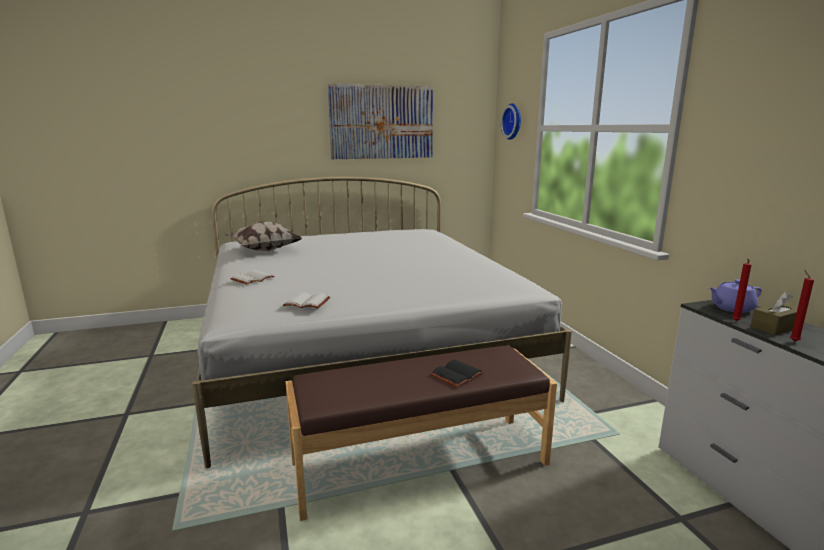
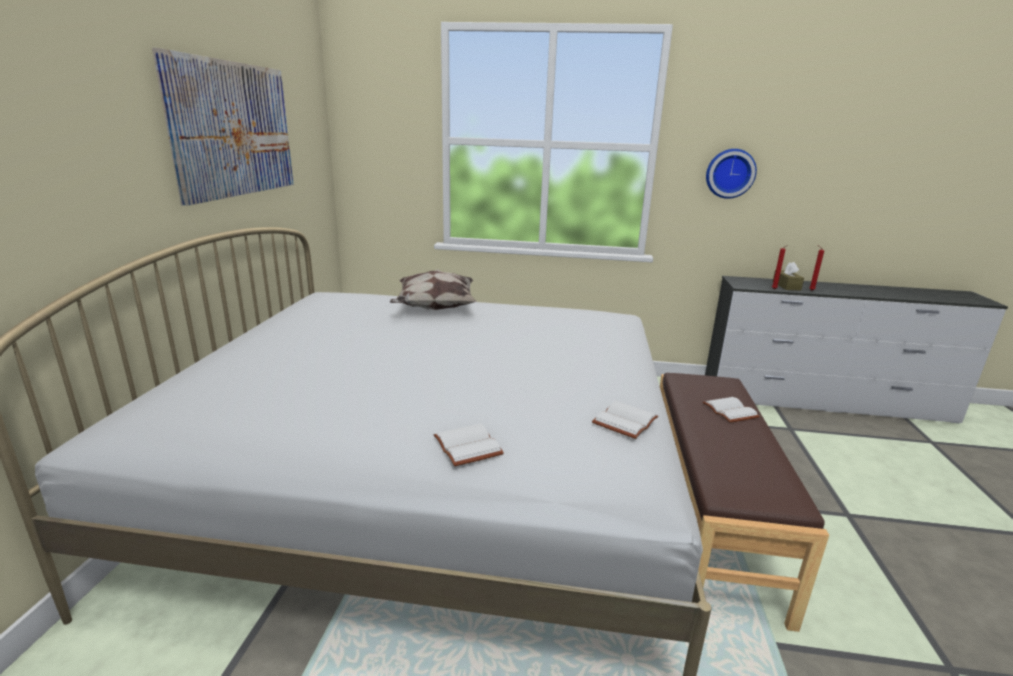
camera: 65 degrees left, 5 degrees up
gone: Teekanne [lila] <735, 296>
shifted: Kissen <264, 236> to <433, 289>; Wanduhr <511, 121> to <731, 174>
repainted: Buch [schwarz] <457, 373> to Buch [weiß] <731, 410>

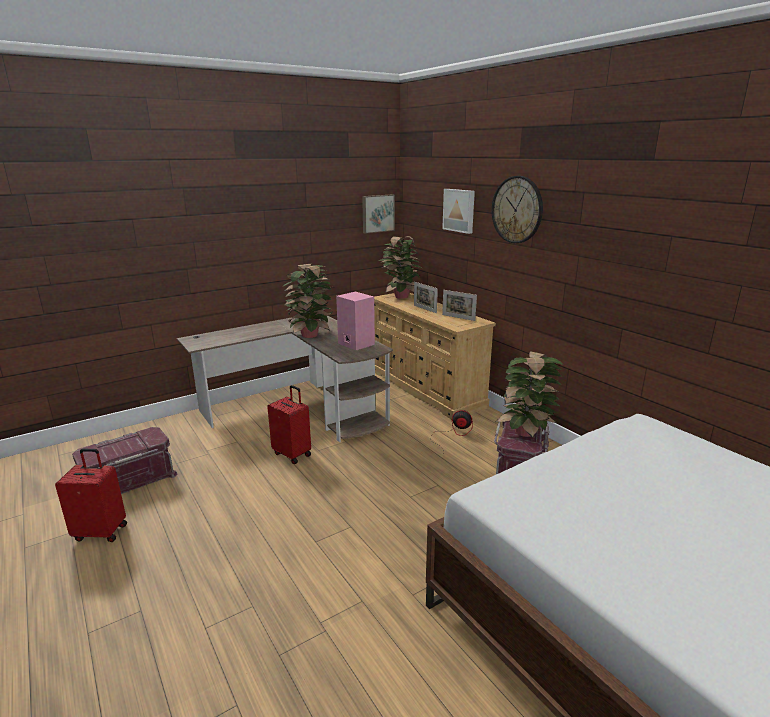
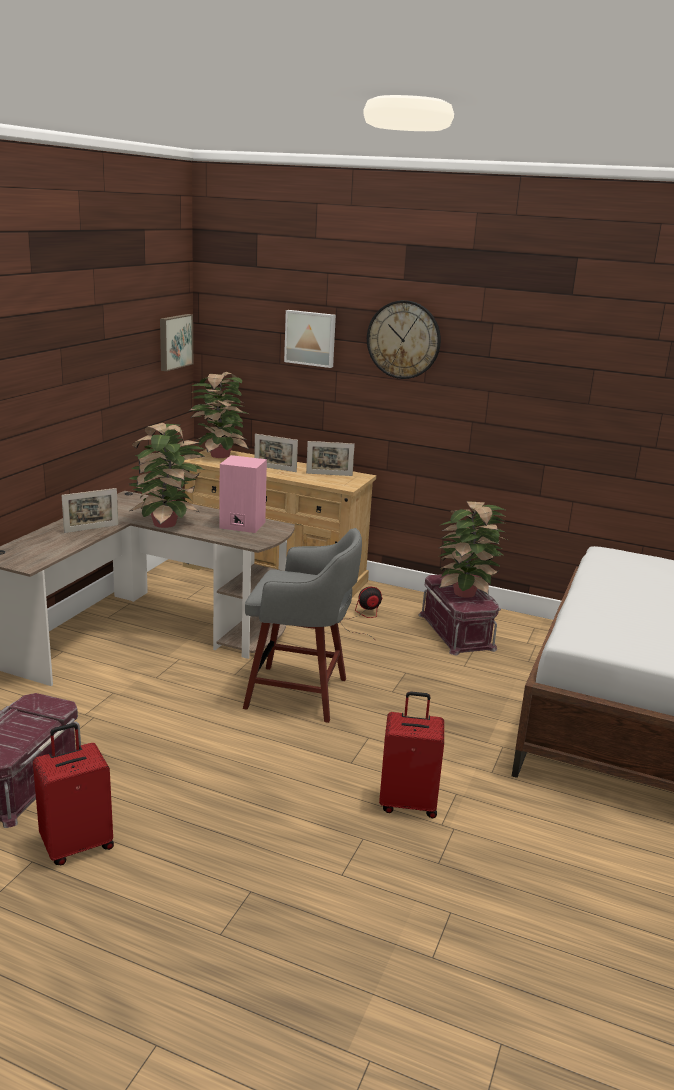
camera: 35 degrees left, 0 degrees up
new: Bilderrahmen <89, 510>; Hocker [grau] <302, 625>
shifted: Koffer [rot] <289, 424> to <411, 754>

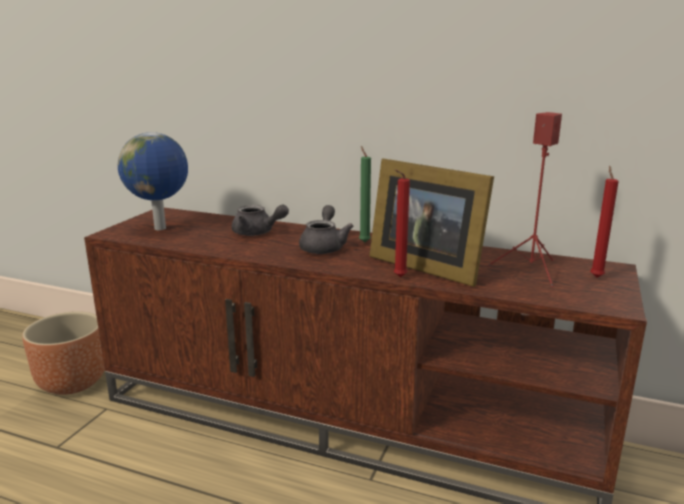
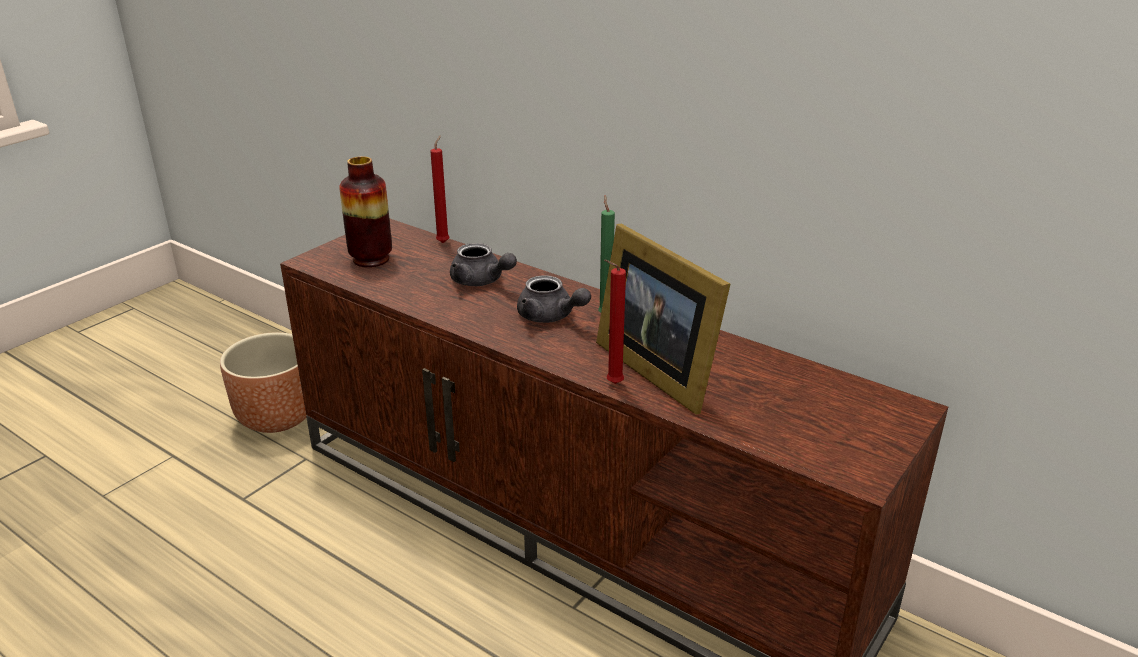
camera: 15 degrees right, 10 degrees up
gone: Lautsprecher [rot] <524, 199>
shifted: Kerze [rot] <604, 222> to <440, 189>
swapped: Globus <153, 181> to Vase <365, 211>
rotated: Teekanne [grau] <326, 229> = <554, 299> 105 degrees clockwise

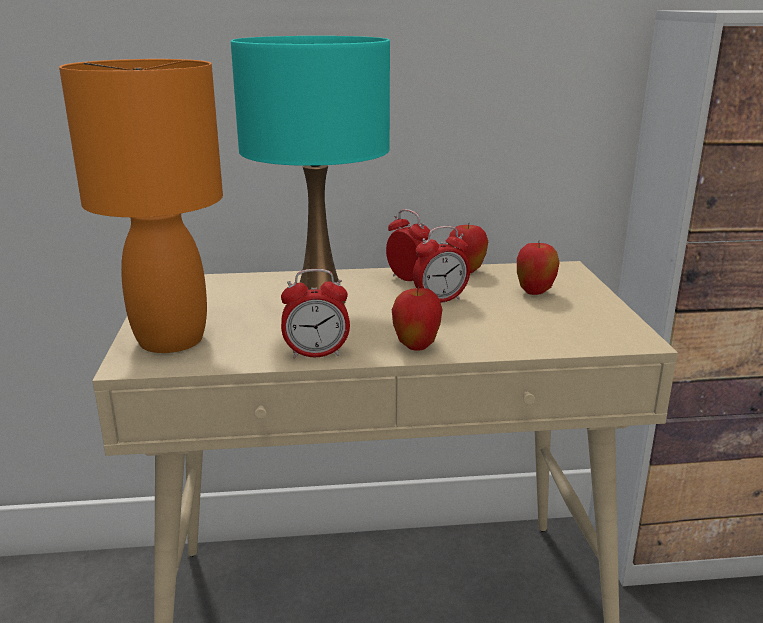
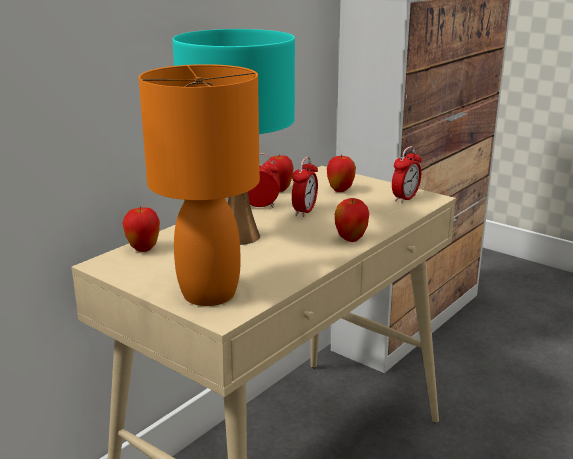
camera: 45 degrees left, 0 degrees up
new: Apfel <141, 229>
shifted: Wecker <315, 314> to <407, 174>

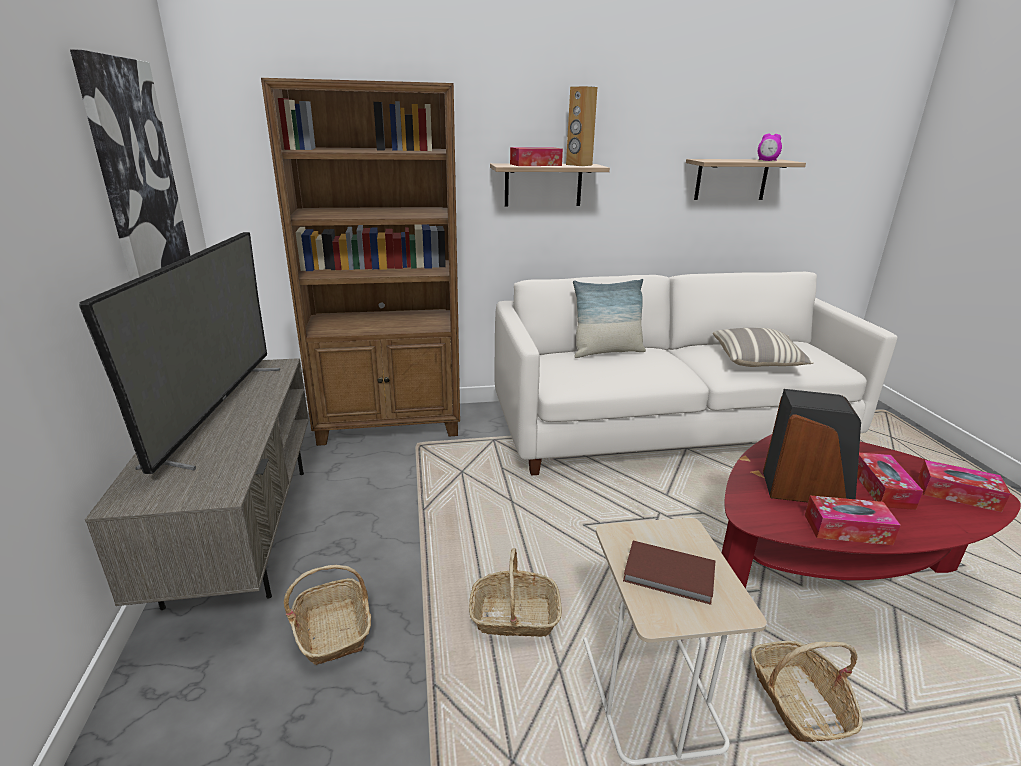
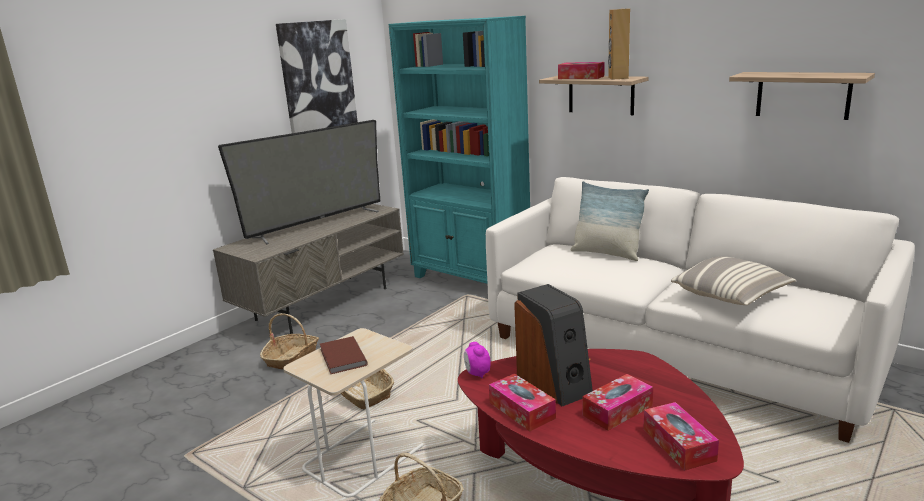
camera: 50 degrees right, 5 degrees down
shifted: Wecker <770, 147> to <477, 360>
repainted: Bücherregal [braun] <360, 262> to Bücherregal [türkis] <459, 150>

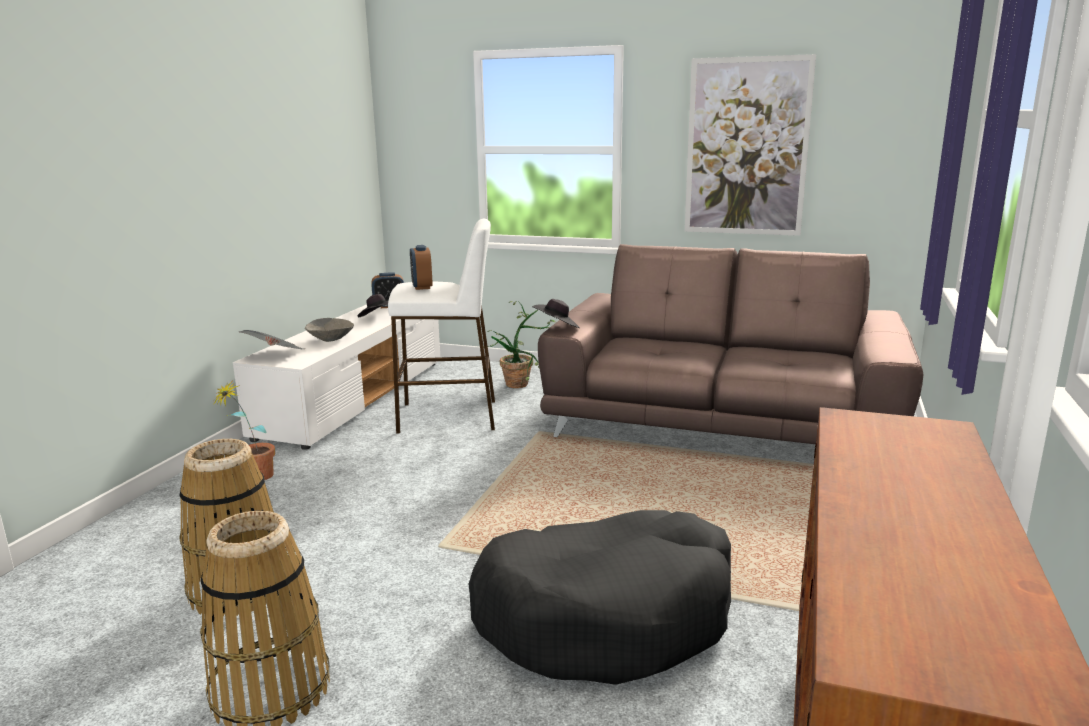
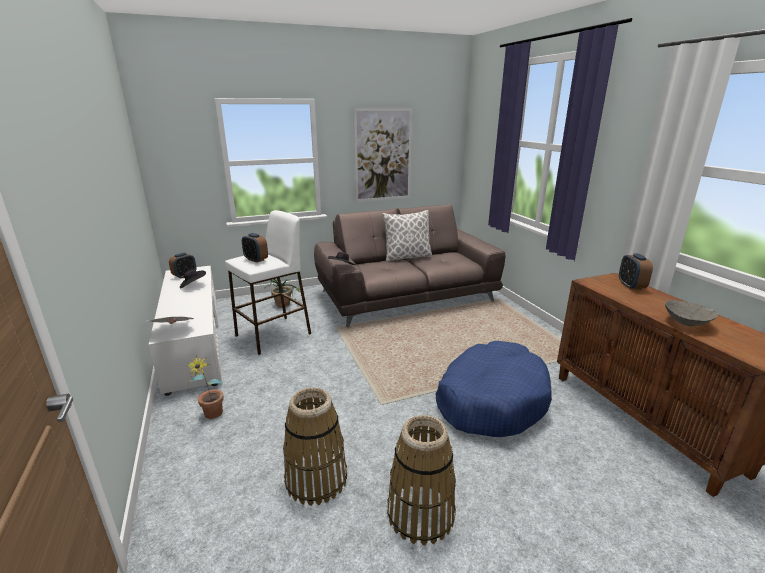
camera: 40 degrees left, 5 degrees up
new: Kissen <407, 236>; Wecker <636, 271>
shifted: Schüssel [grau] <329, 330> to <691, 313>
repainted: Hundebett [schwarz] <599, 597> to Hundebett [blau] <494, 389>

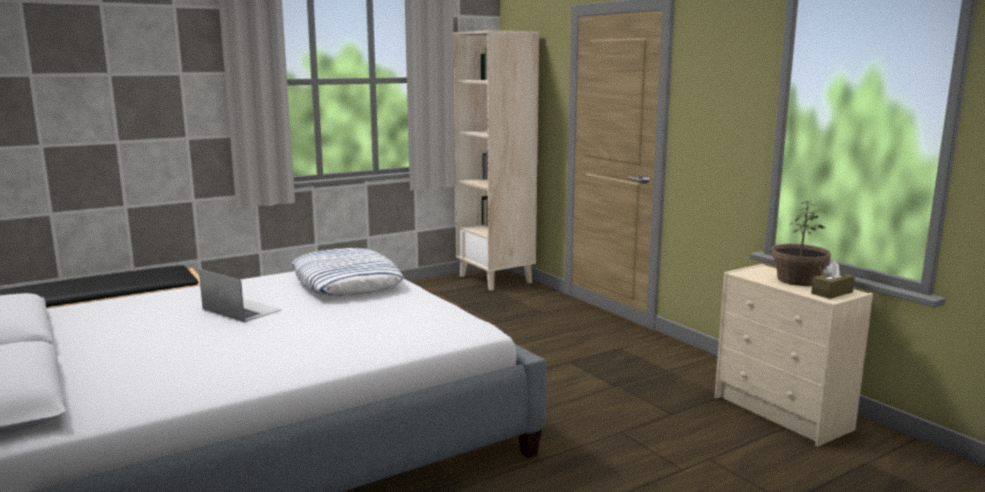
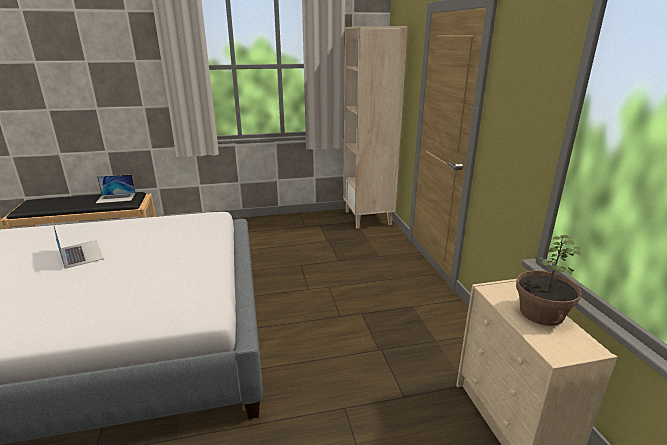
camera: 20 degrees right, 10 degrees up
gone: Kissen <347, 272>; Taschentuchbox [braun] <833, 279>
new: Laptop <116, 188>

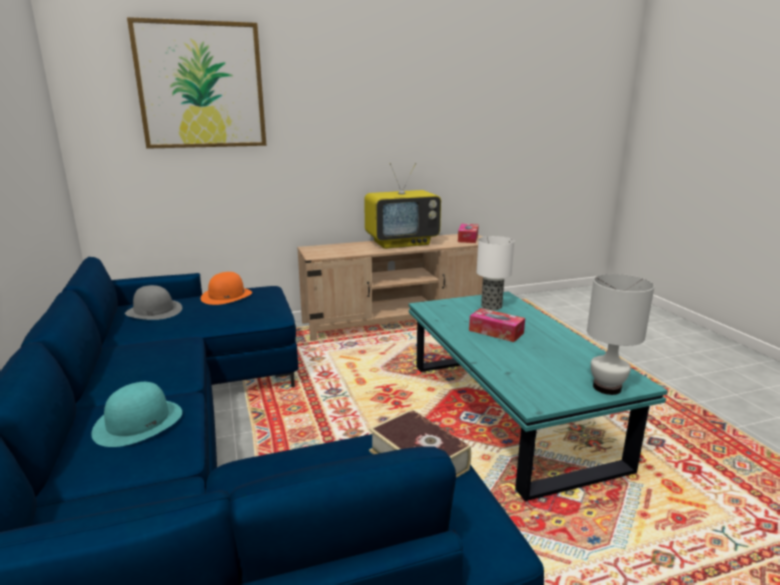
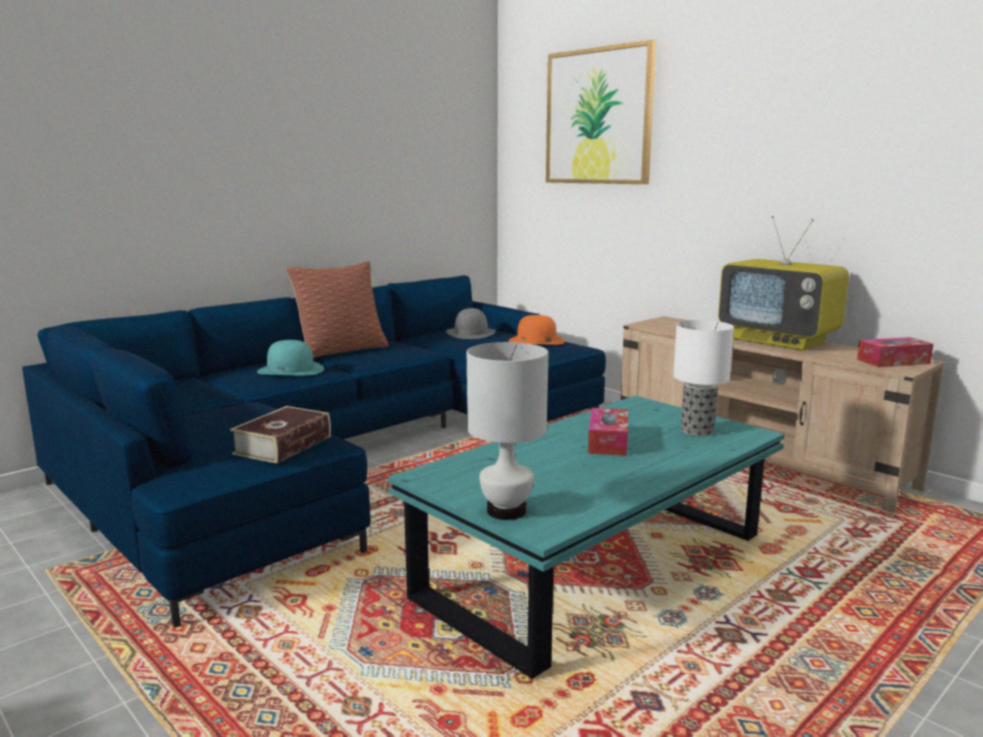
camera: 65 degrees right, 5 degrees down
new: Kissen <337, 309>

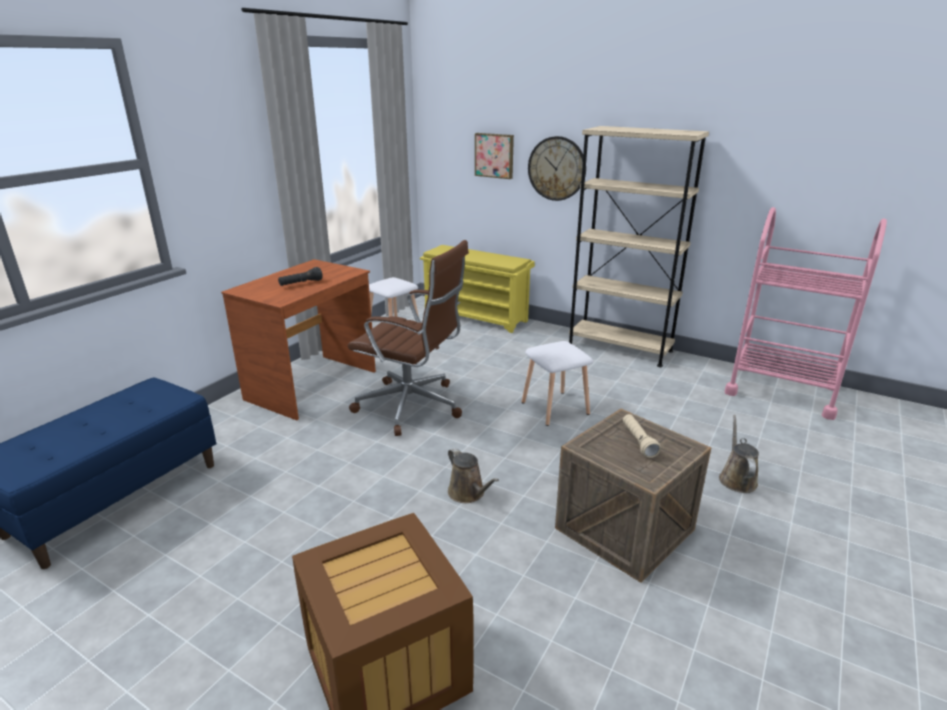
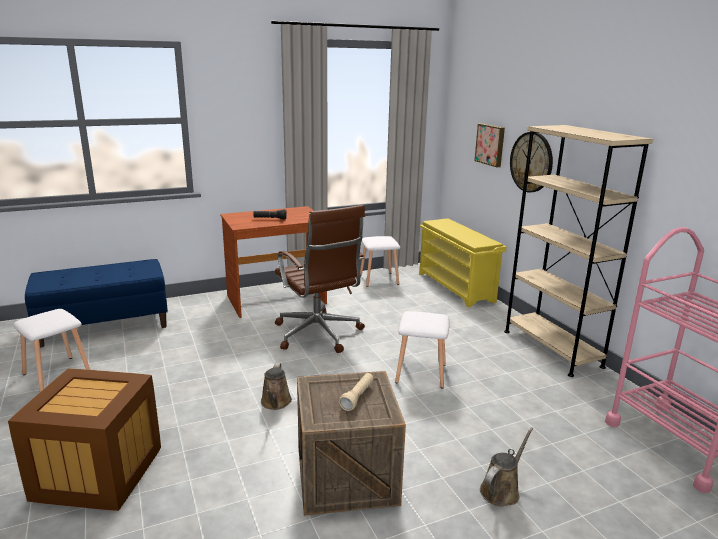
camera: 35 degrees right, 5 degrees down
new: Hocker [weiß] <51, 350>

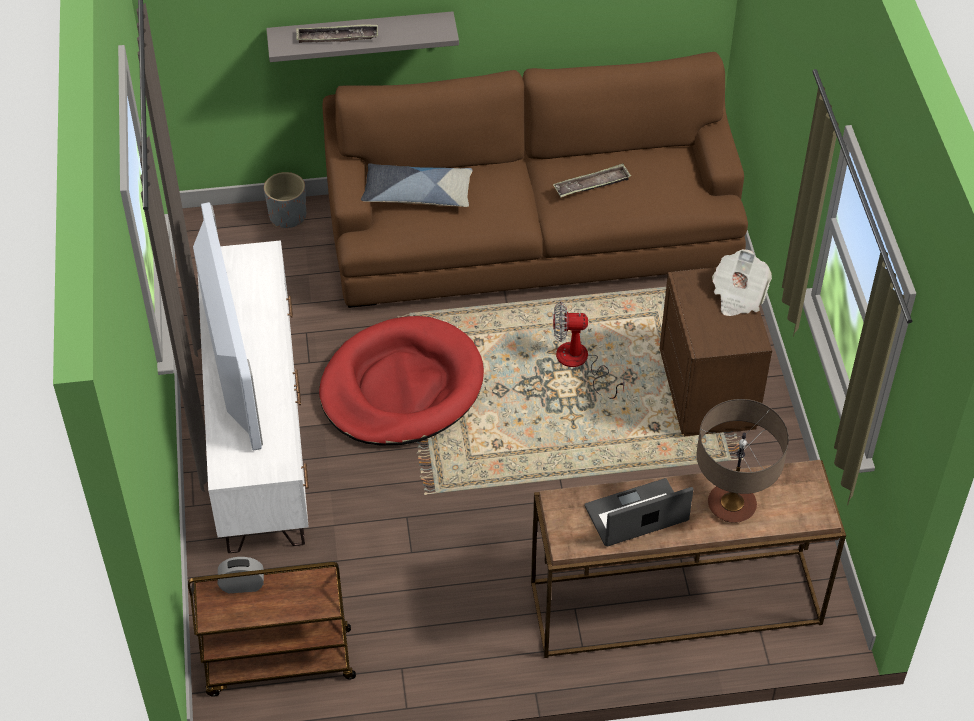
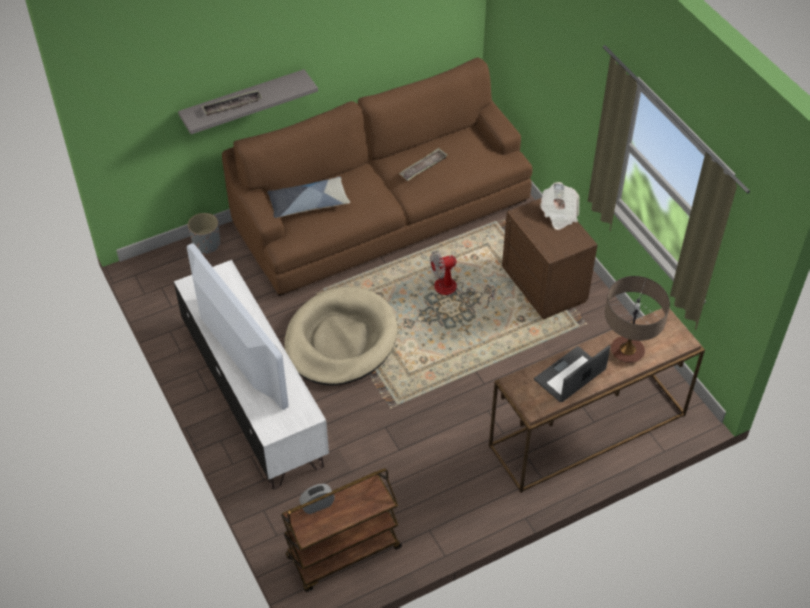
camera: 20 degrees left, 0 degrees up
repainted: Hundebett [rot] <401, 381> to Hundebett [beige] <340, 336>

